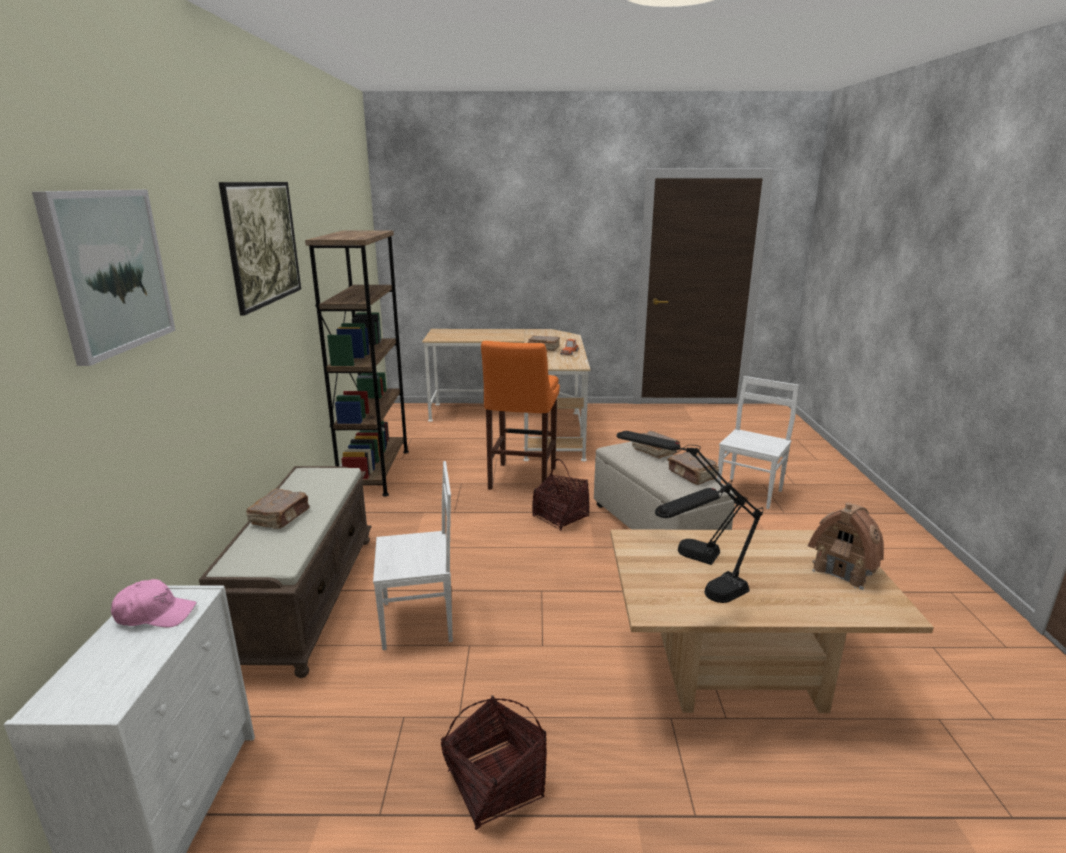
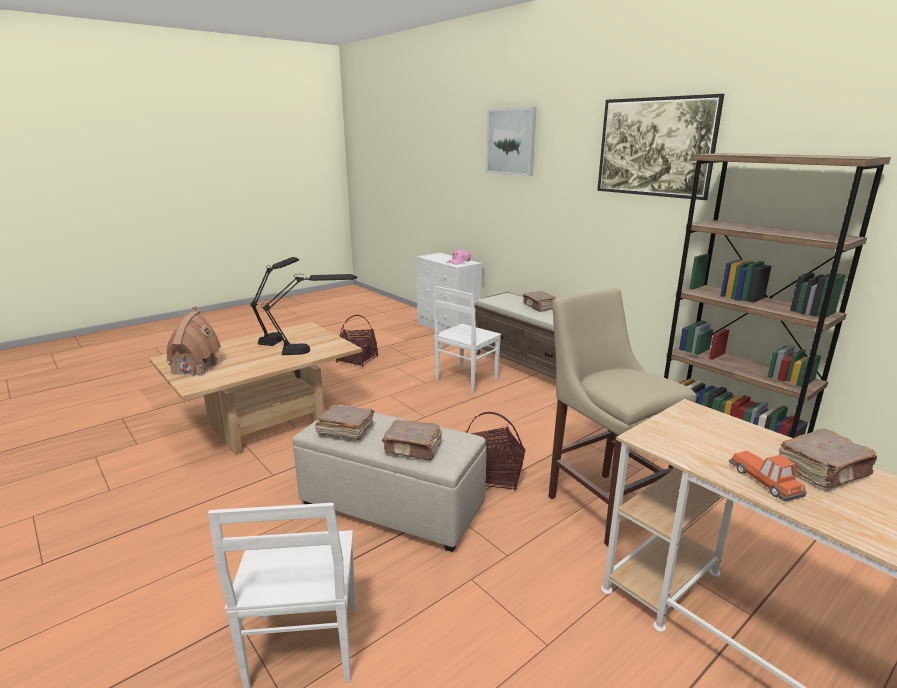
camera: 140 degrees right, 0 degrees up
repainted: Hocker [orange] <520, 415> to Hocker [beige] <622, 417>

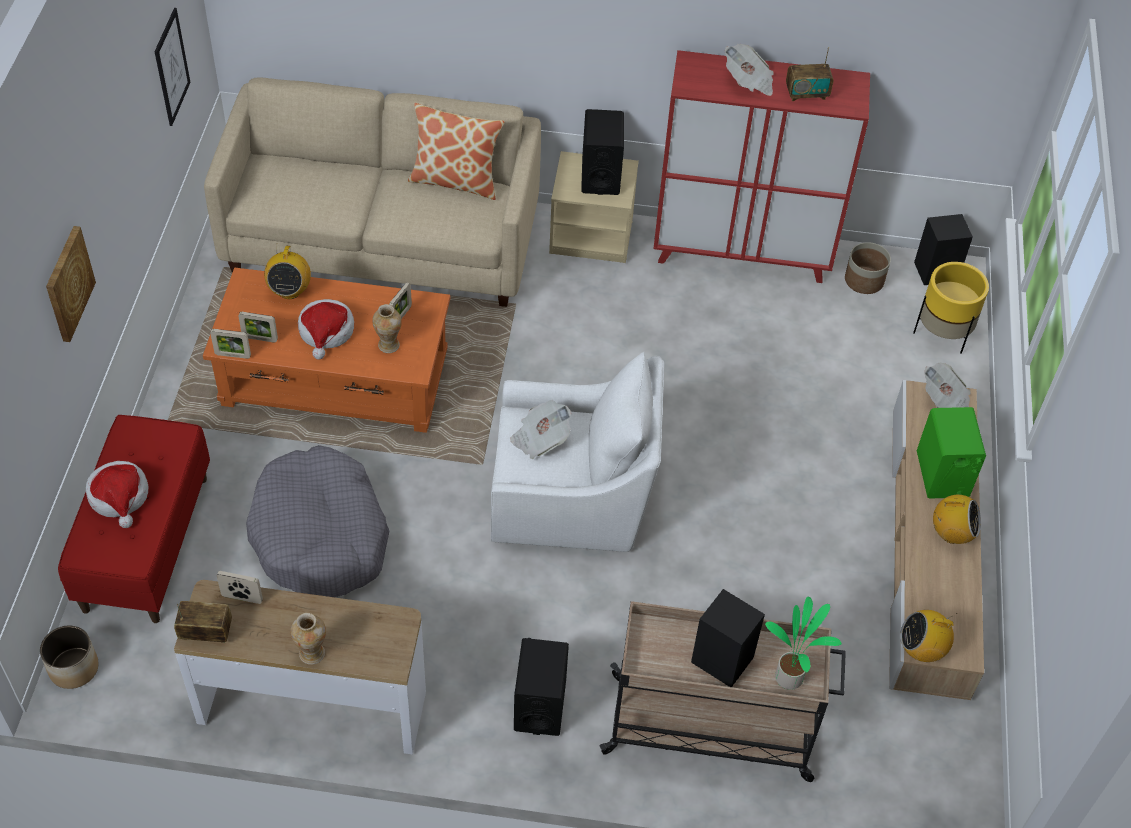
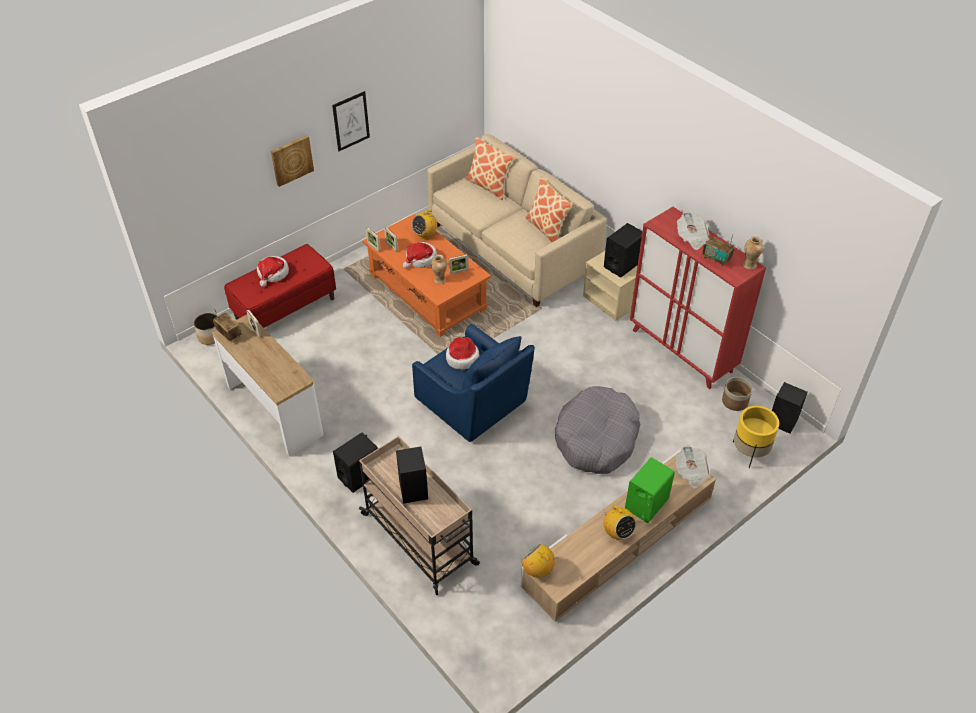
camera: 45 degrees right, 5 degrees down
gone: Topfpflanze <803, 643>
new: Kissen <490, 168>
shifted: Bild <172, 67> to <351, 121>; Hundebett [grau] <317, 521> to <597, 430>; Vase <308, 639> to <753, 252>
swapped: Zeitung <541, 429> to Hut <462, 353>
repainted: Sessel [weiß] <577, 451> to Sessel [blau] <473, 383>

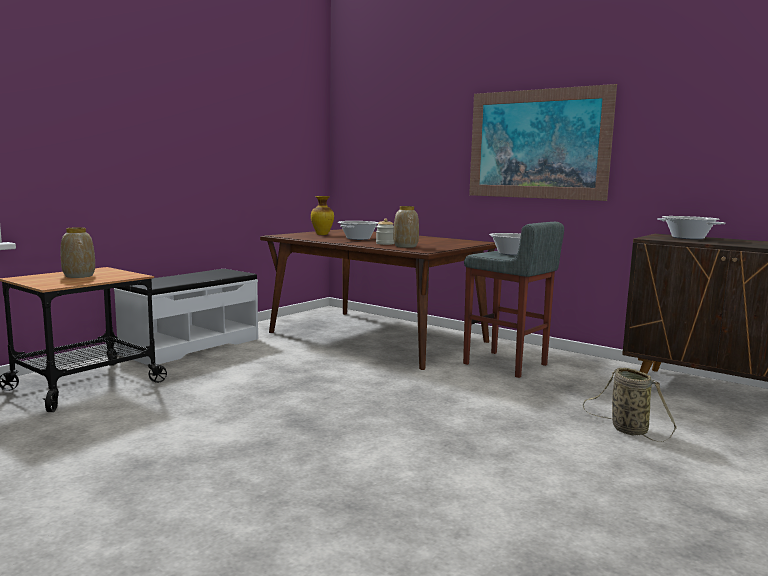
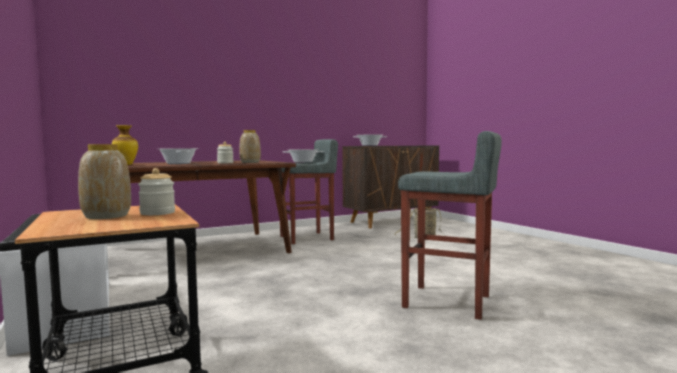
camera: 65 degrees left, 5 degrees down
gone: Bild <543, 142>
new: Vorratsglas <156, 191>; Hocker [grau] <450, 225>

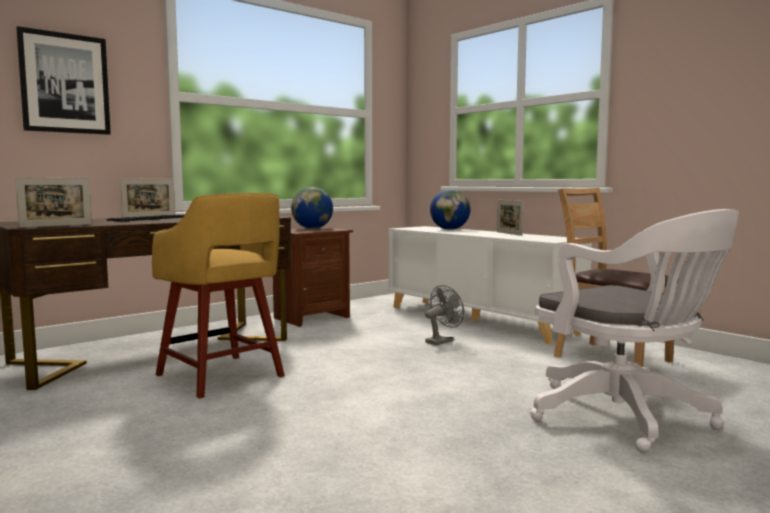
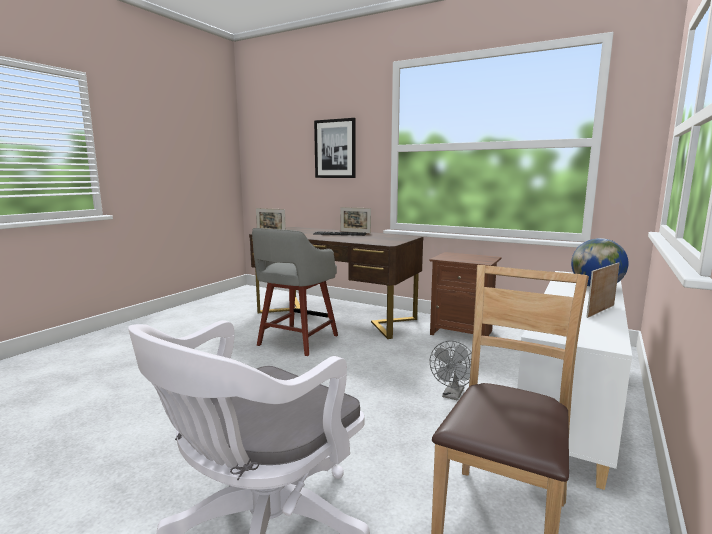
camera: 70 degrees right, 5 degrees up
gone: Globus <312, 208>
repainted: Hocker [gelb] <218, 296> to Hocker [grau] <295, 292>
rotated: Ventilator [grau] <444, 315> = <451, 370> 90 degrees clockwise

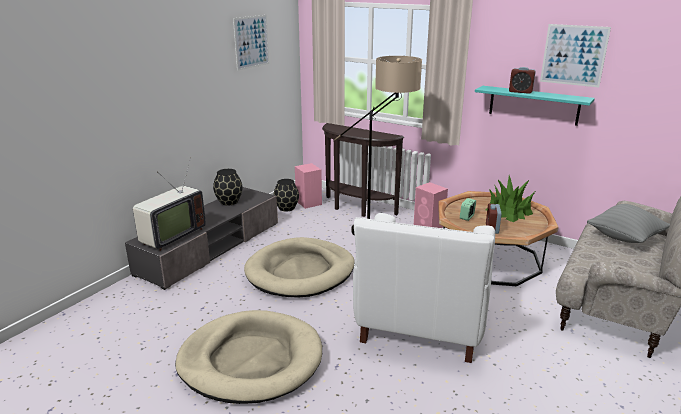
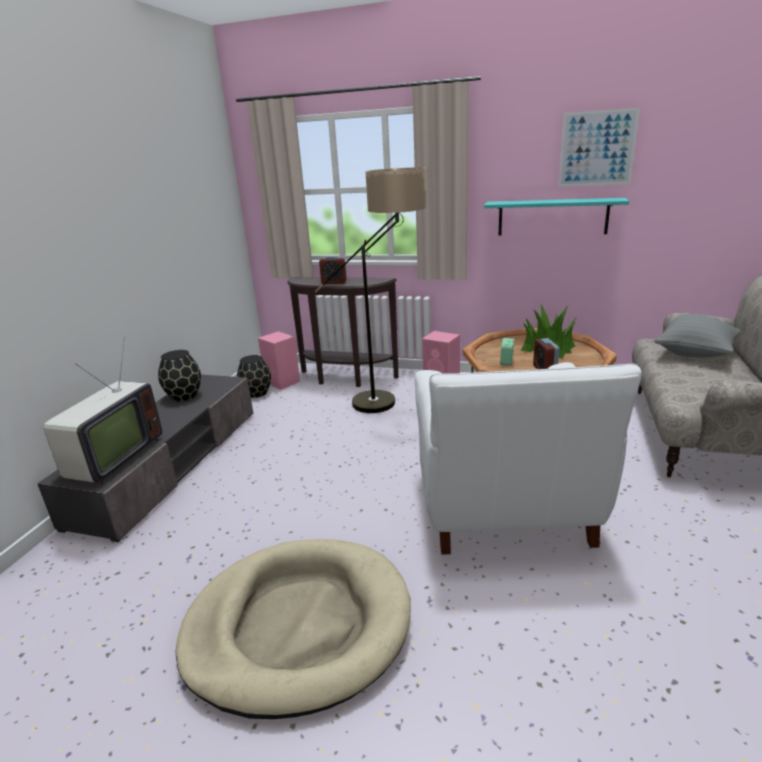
camera: 15 degrees left, 0 degrees up
gone: Bild <251, 43>; Hundebett [beige] <299, 267>
shifted: Wecker <522, 80> to <333, 270>

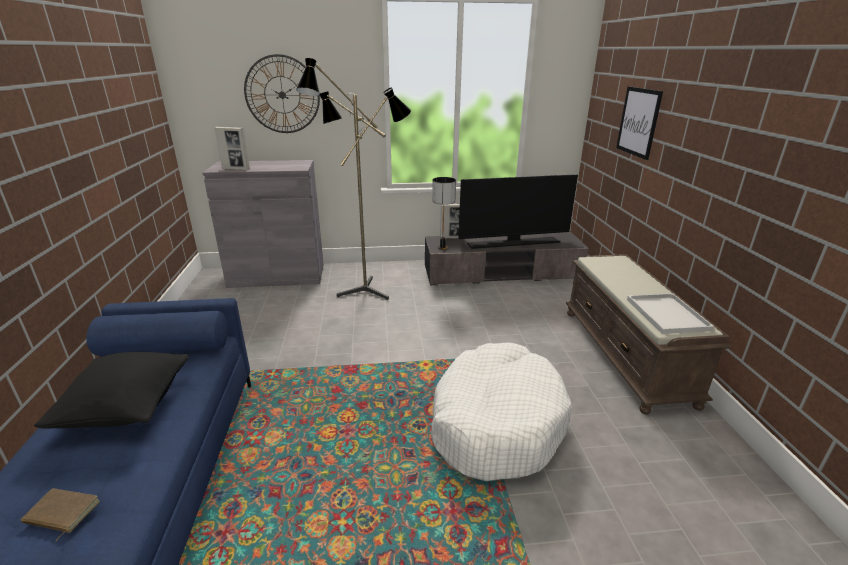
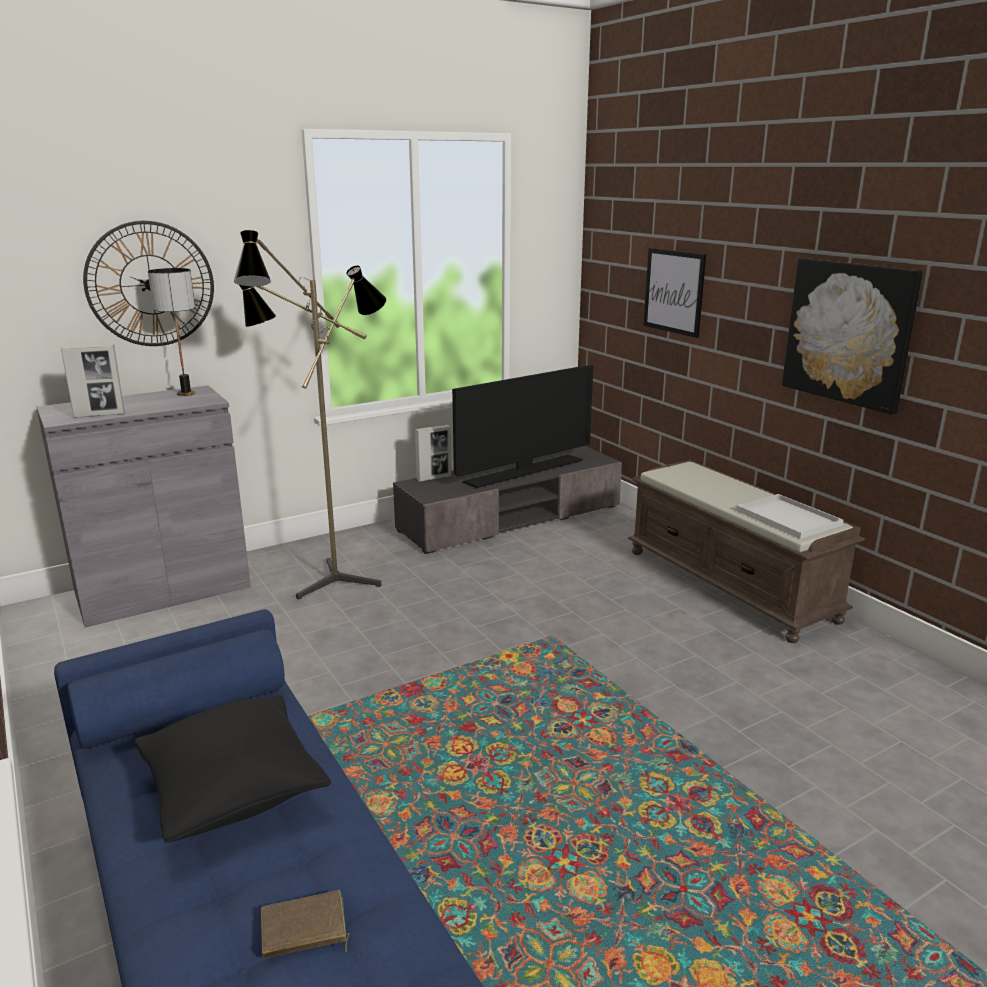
camera: 25 degrees left, 5 degrees down
gone: Hundebett [weiß] <501, 412>
new: Bild <852, 336>
shifted: Tischlampe <444, 213> to <172, 332>

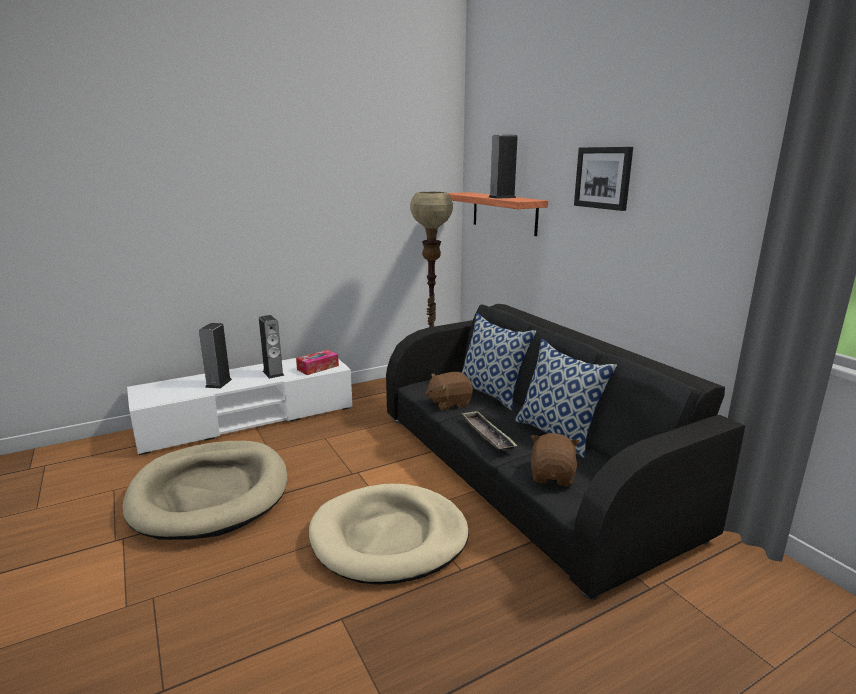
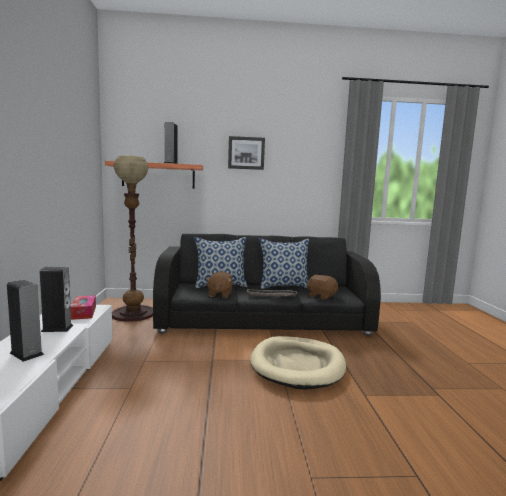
camera: 65 degrees left, 10 degrees down
gone: Hundebett [beige] <205, 490>

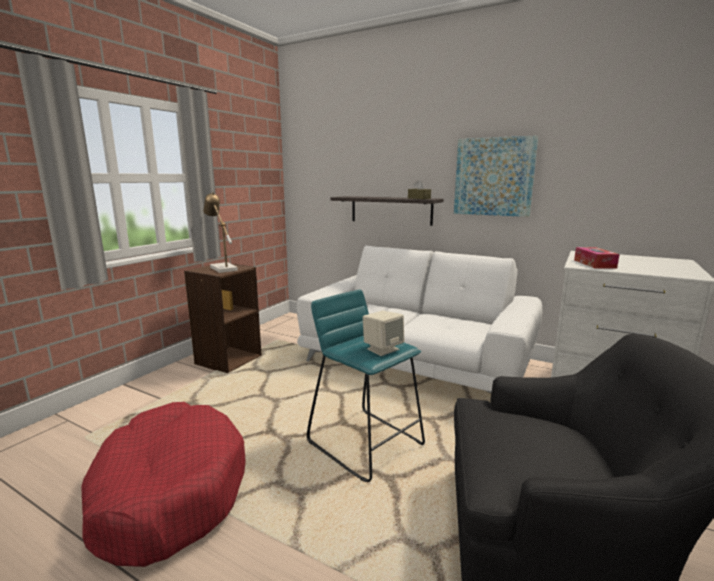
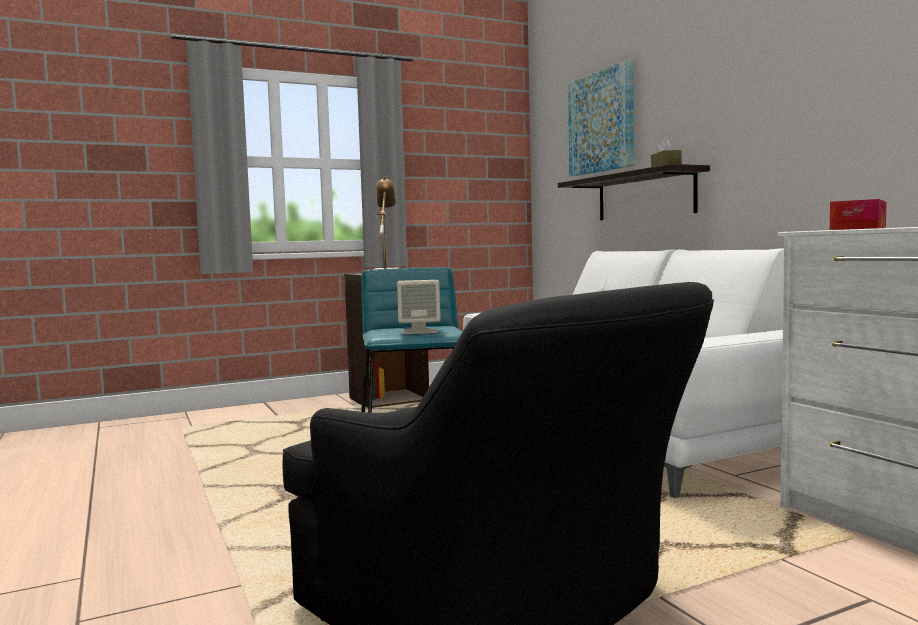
camera: 35 degrees right, 10 degrees down
gone: Hundebett [rot] <163, 484>
shifted: Bild <496, 176> to <601, 117>

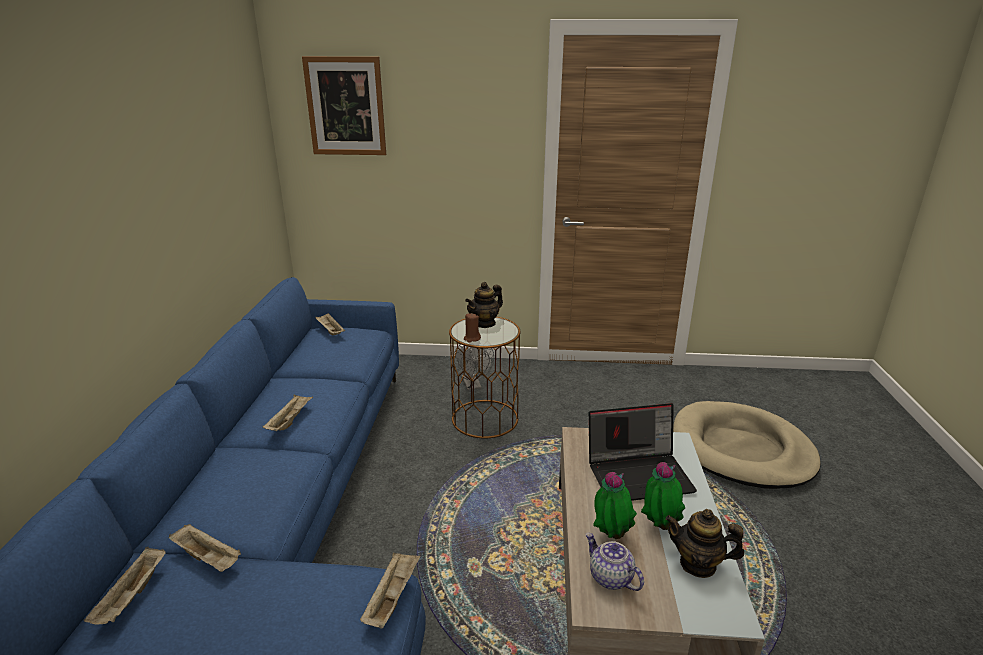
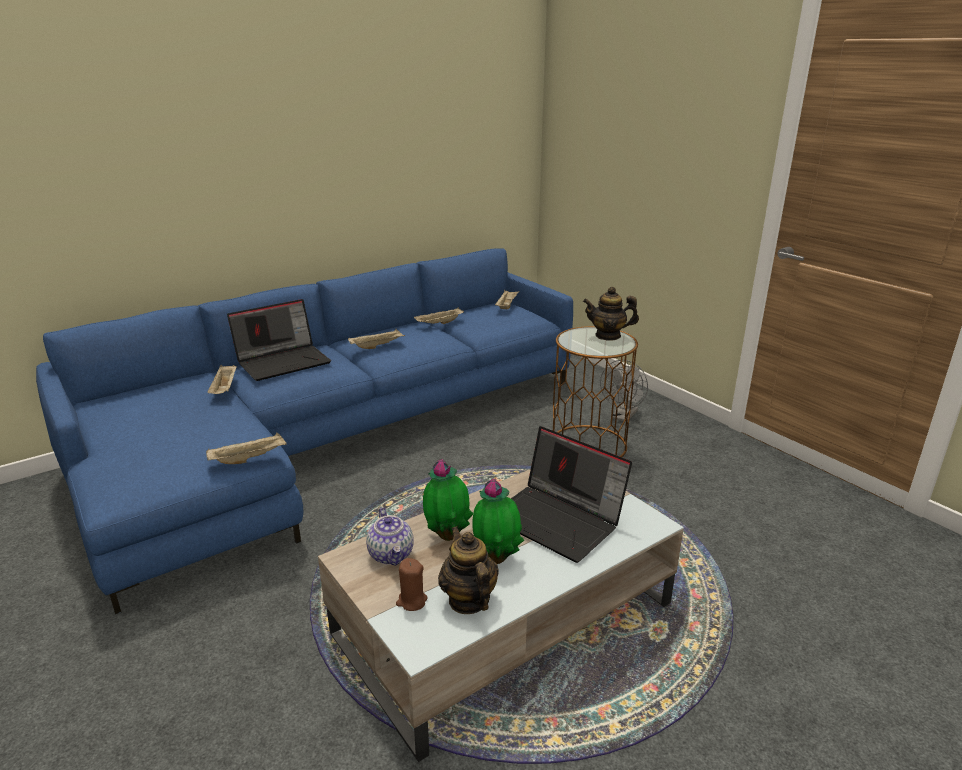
camera: 50 degrees right, 0 degrees up
gone: Bild <344, 105>; Hundebett [beige] <747, 445>
new: Laptop <279, 340>
shifted: Kerze [braun] <472, 328> to <412, 584>; Tablett [beige] <125, 585> to <439, 315>
rotated: Teekanne <615, 562> = <390, 536> 150 degrees clockwise

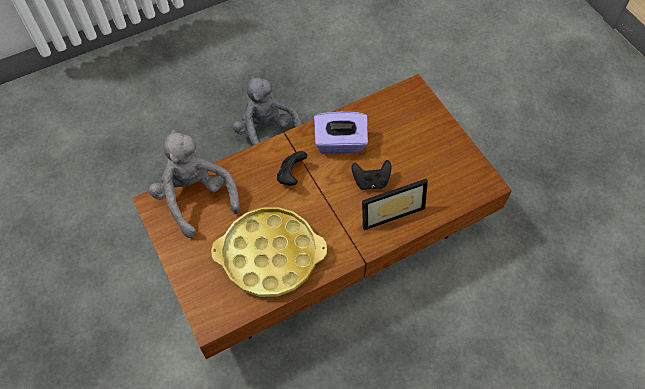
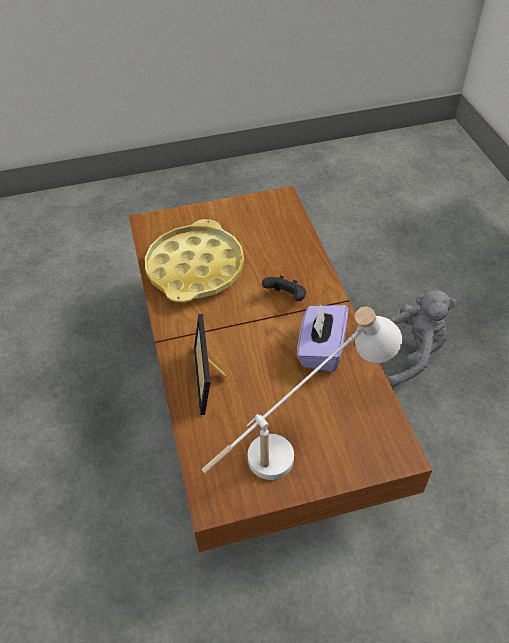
camera: 105 degrees right, 10 degrees down
gone: Plüschtier [grau] <194, 184>; Gamepad [schwarz] <371, 175>
new: Tischlampe [weiß] <302, 393>

